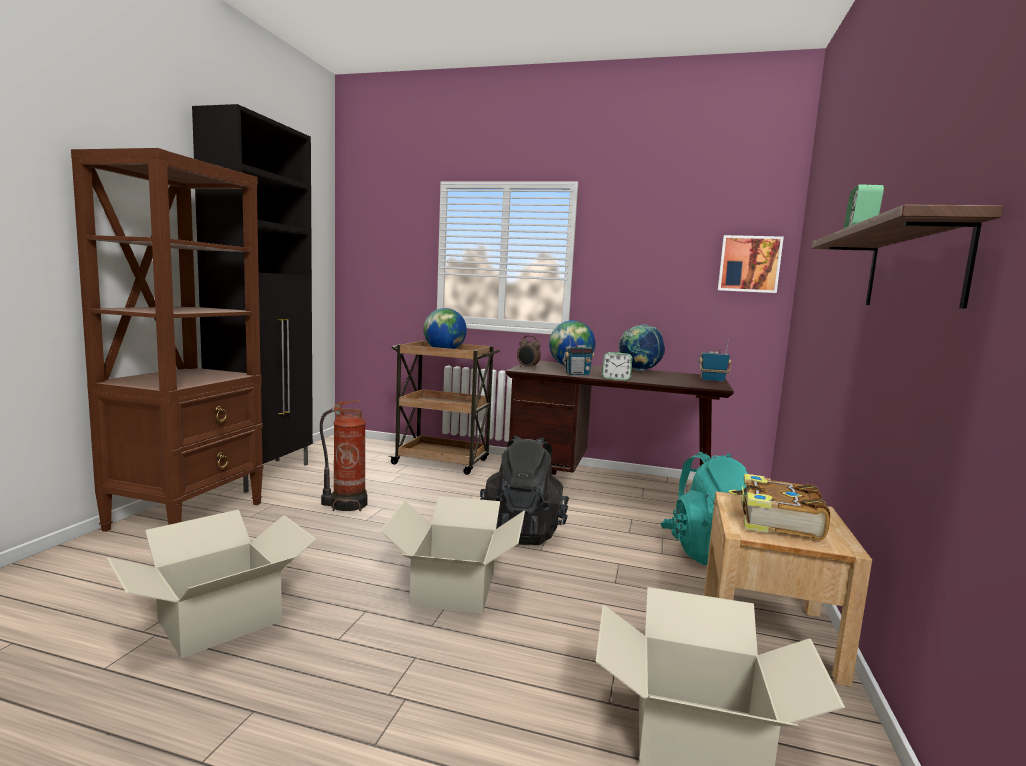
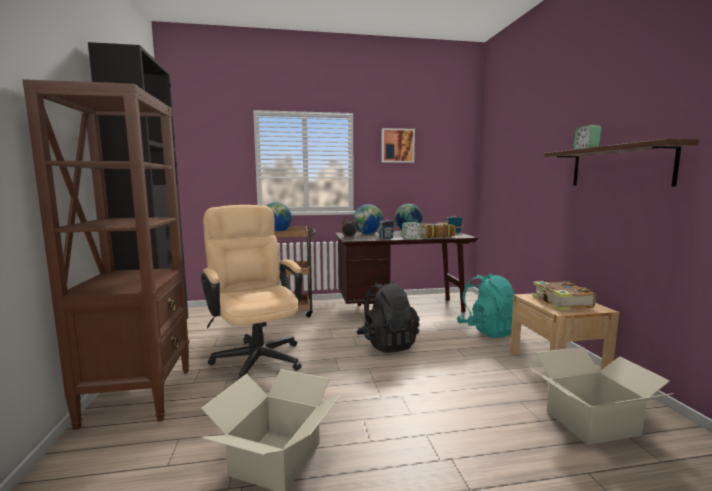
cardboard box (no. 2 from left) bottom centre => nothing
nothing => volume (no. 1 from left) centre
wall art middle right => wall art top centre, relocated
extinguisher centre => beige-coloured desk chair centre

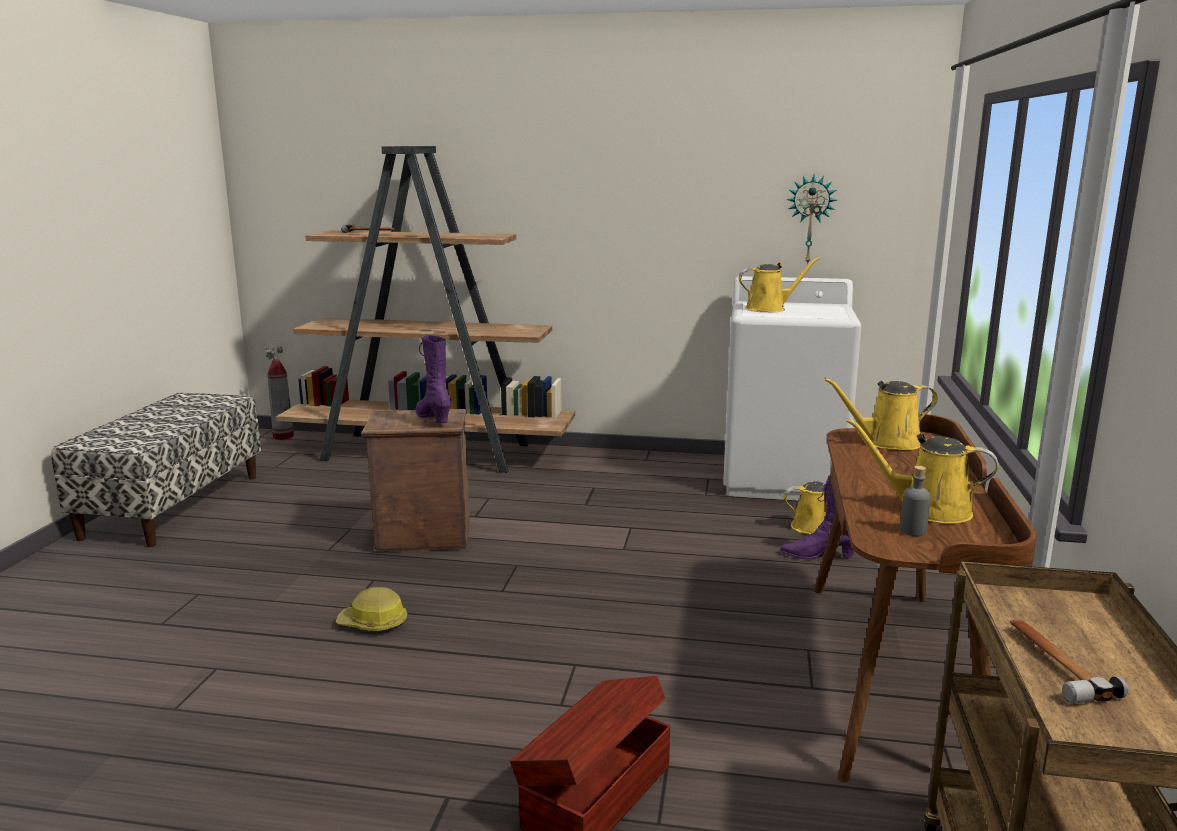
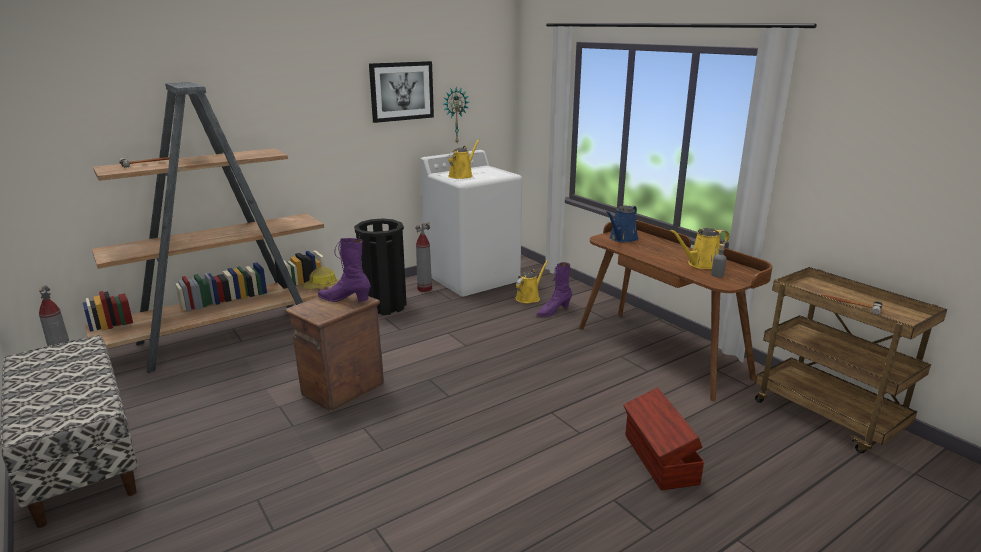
nothing => black trash can centre
nothing => wall art top centre
nothing => extinguisher (no. 2 from left) centre
hard hat bottom left => hard hat middle left, relocated
yellow watering can (no. 3 from left) middle right => bluish watering can centre

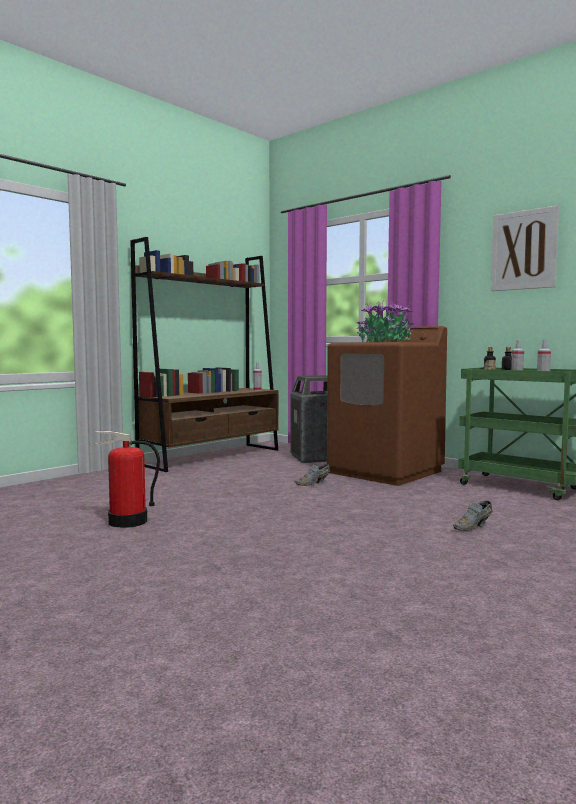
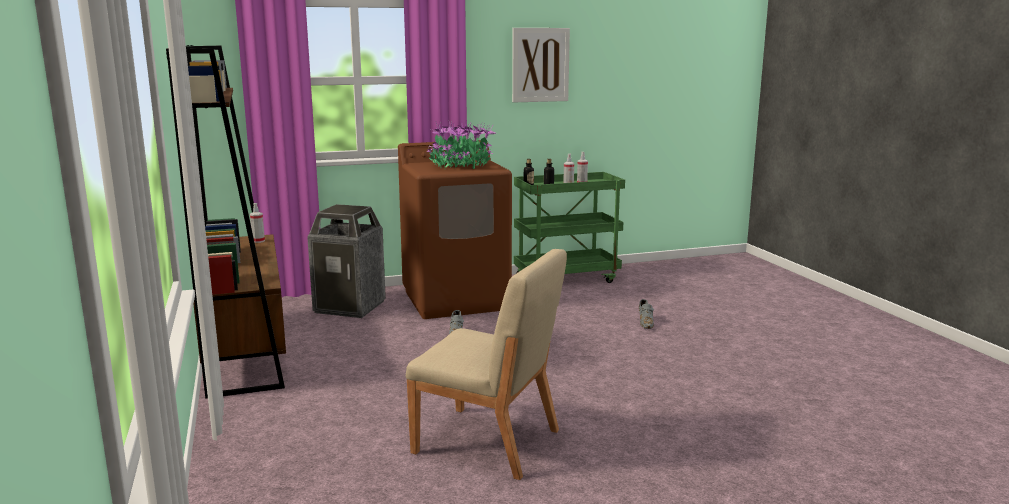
extinguisher middle left => beige-coloured plain chair bottom centre

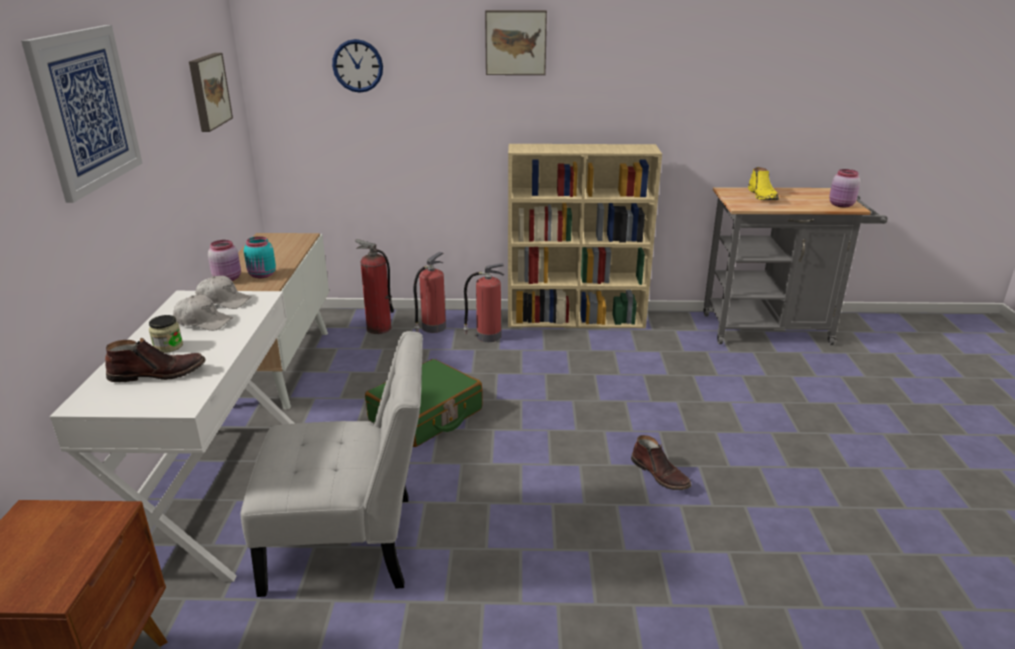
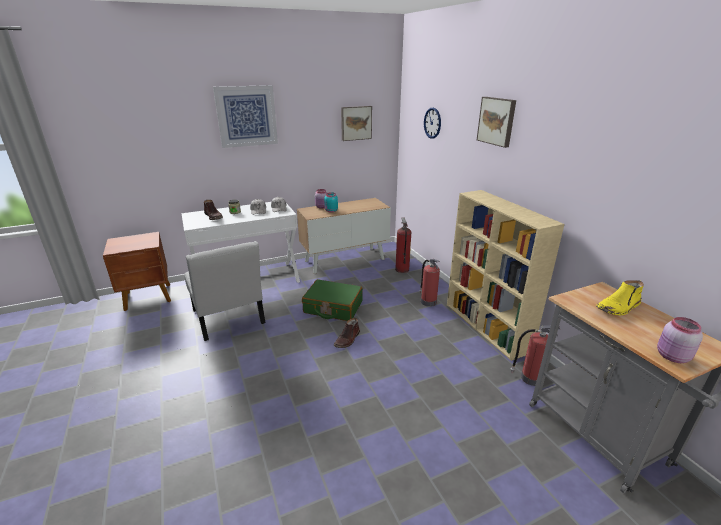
extinguisher (no. 2 from left in the first image) centre => extinguisher (no. 3 from left) bottom right, relocated
brown tall boot (no. 2 from left) bottom centre => brown tall boot (no. 2 from left) centre, relocated

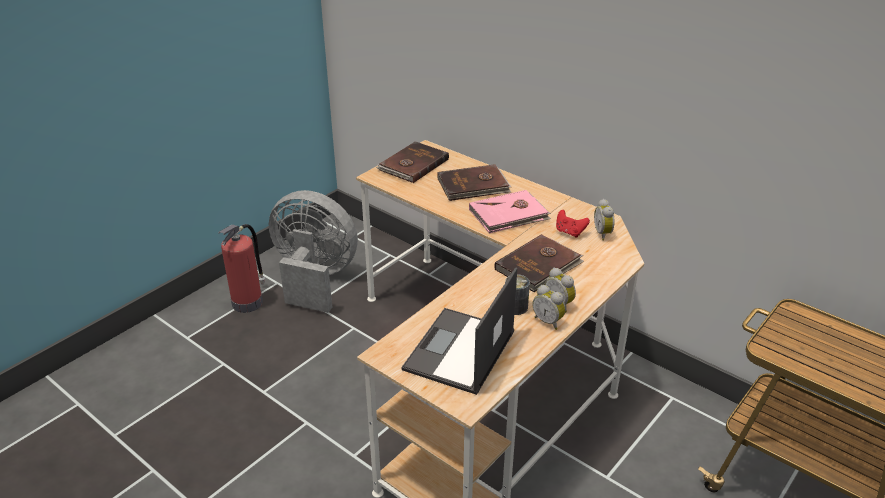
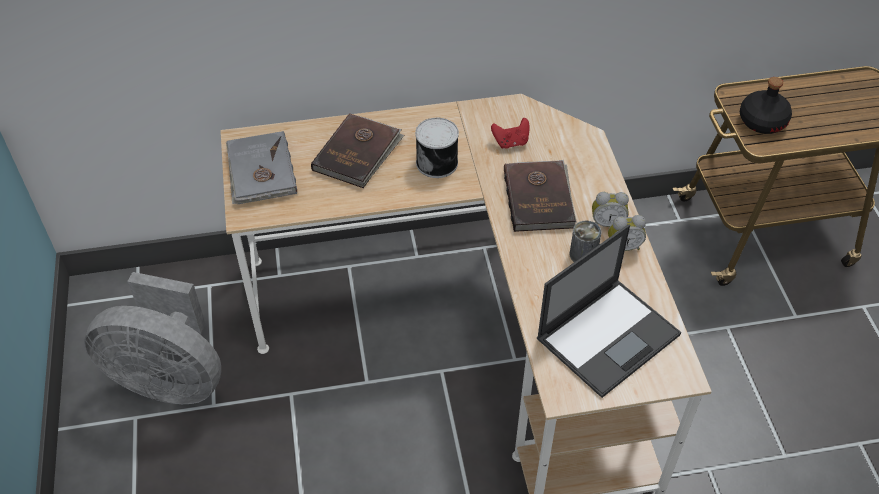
extinguisher middle left => nothing
bedside clock (no. 3 from left) middle right => nothing
nothing => black drink bottle top right
pinkish volume centre => metal can (no. 1 from left) top centre
brown volume (no. 1 from left) top centre => grey volume middle left
grey fan centre => grey fan bottom left, 135 degrees counterclockwise
portable computer centre => portable computer middle right, 105 degrees counterclockwise

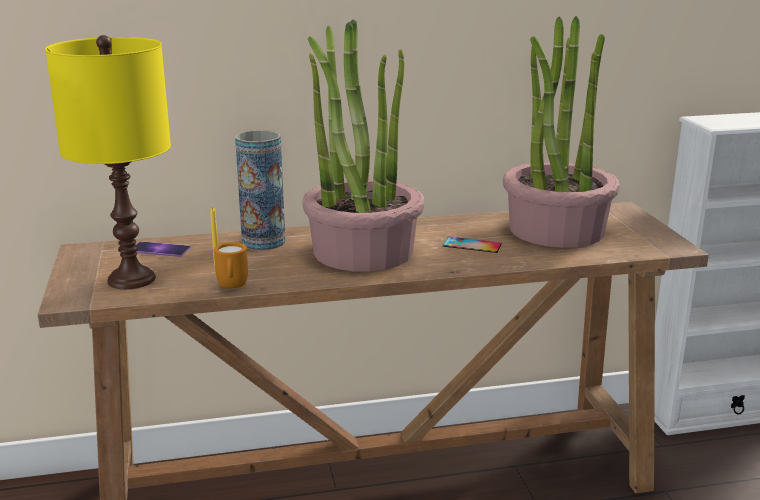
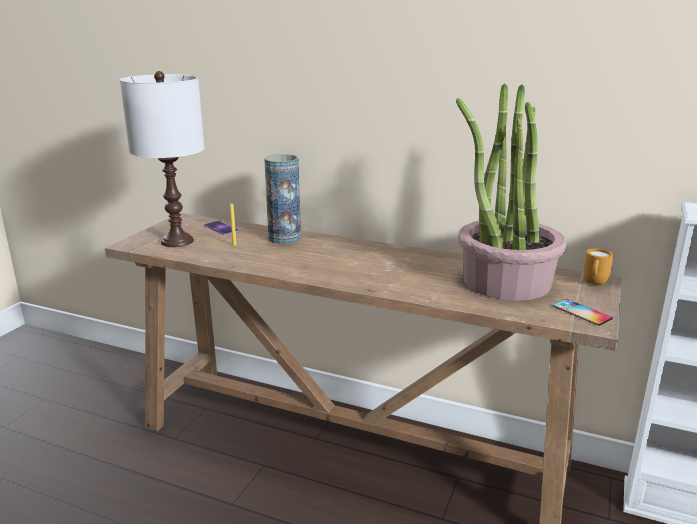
houseplant (no. 1 from left) top centre => nothing
orange-coloured coffee mug middle left => orange-coloured coffee mug middle right, relocated
phone (no. 2 from left) centre => phone (no. 2 from left) middle right, relocated
yellow tabletop lamp top left => white-coloured tabletop lamp top left

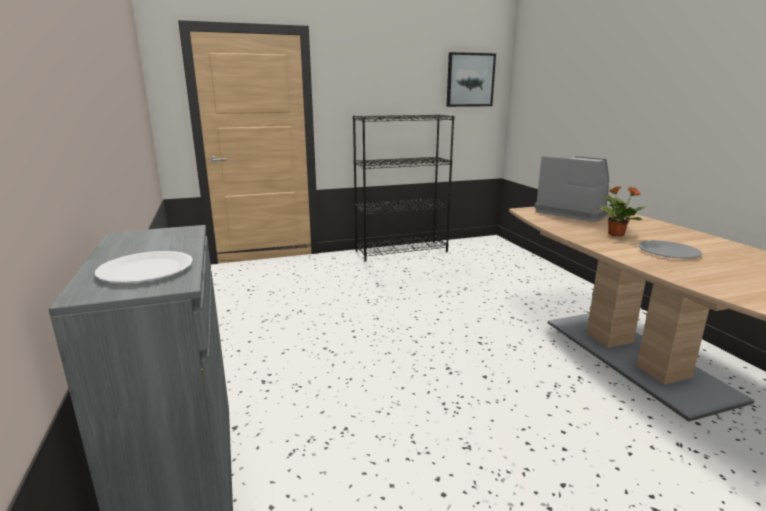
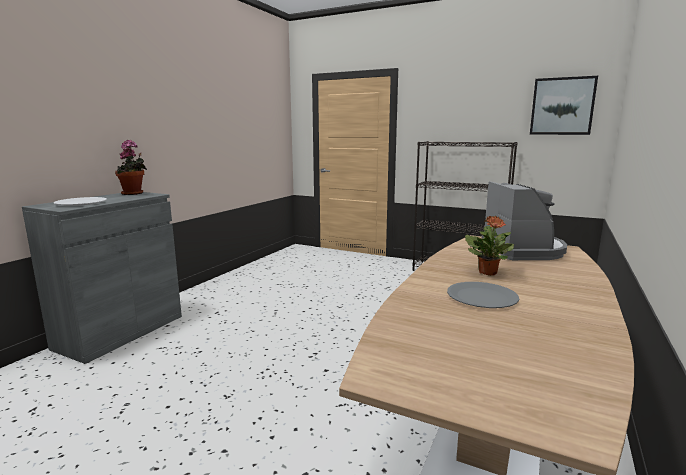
nothing => houseplant (no. 1 from left) middle left

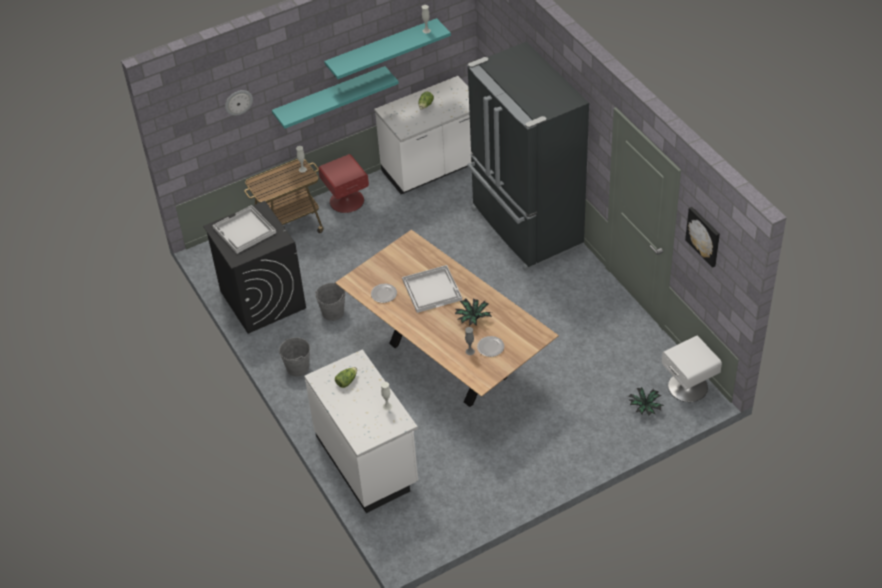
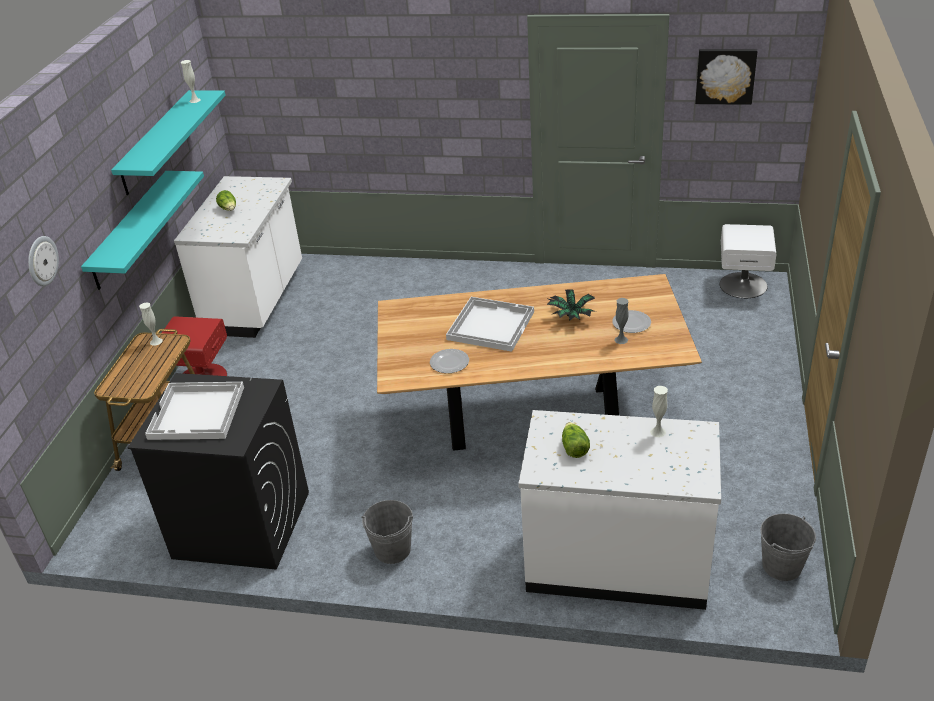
black refrigerator top centre => nothing
houseplant (no. 2 from left) bottom right => nothing
grey pail (no. 2 from left) centre => grey pail (no. 2 from left) bottom right, relocated

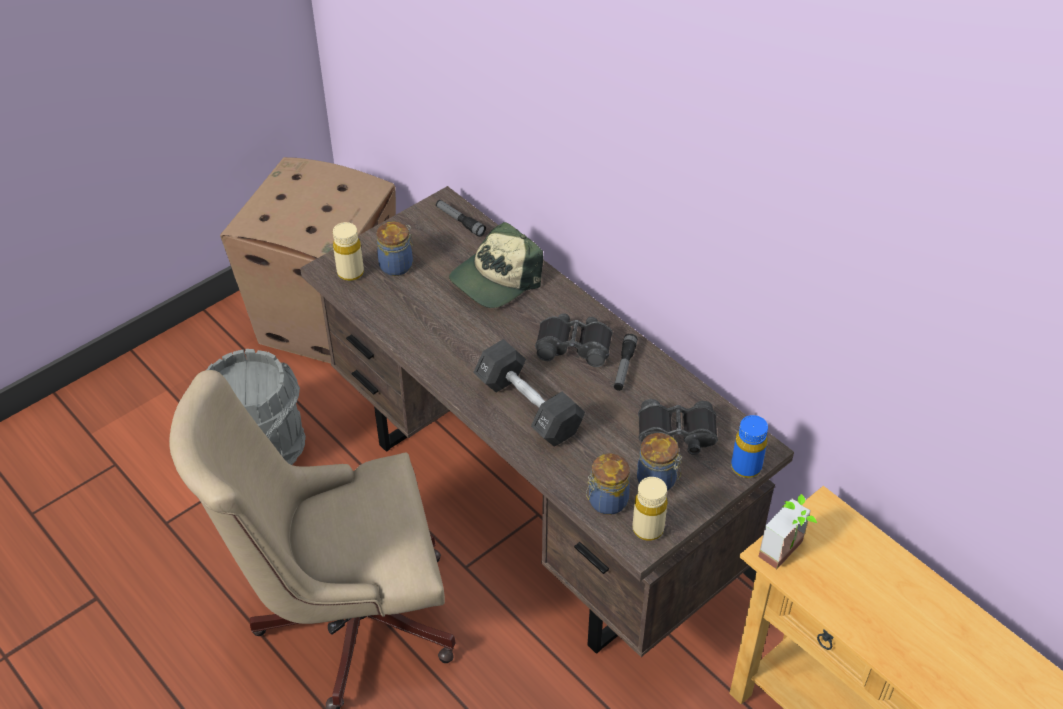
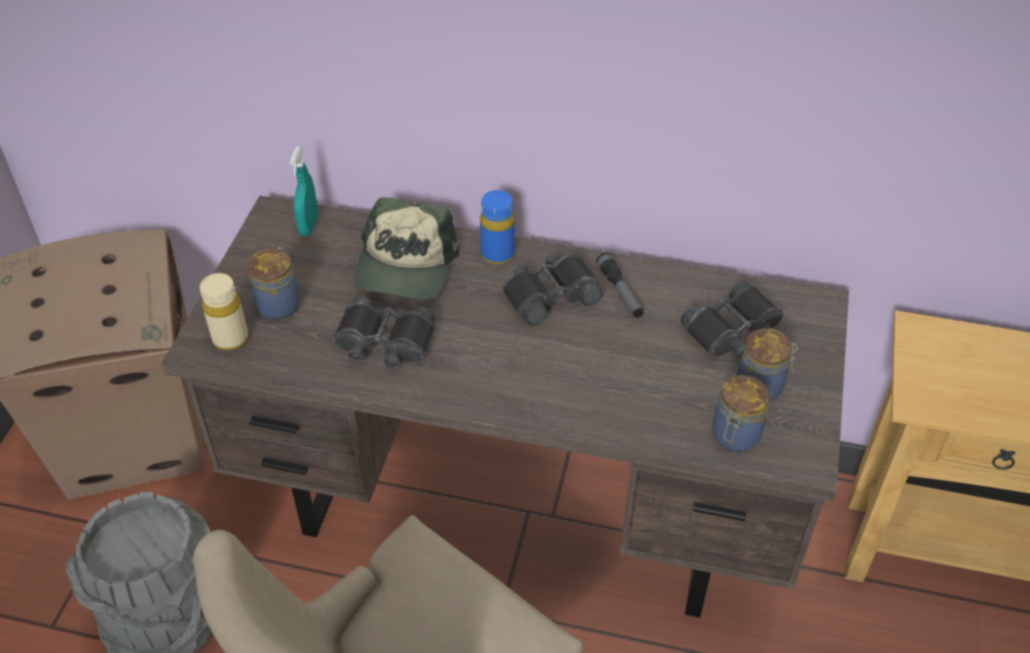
black dumbbell centre => nothing
beige-coloured drink bottle (no. 2 from left) bottom centre => nothing
houseplant bottom right => nothing
nothing => black field glasses (no. 1 from left) centre
bluish drink bottle middle right => bluish drink bottle centre, relocated
hand torch (no. 1 from left) top centre => blue-green spray bottle top left

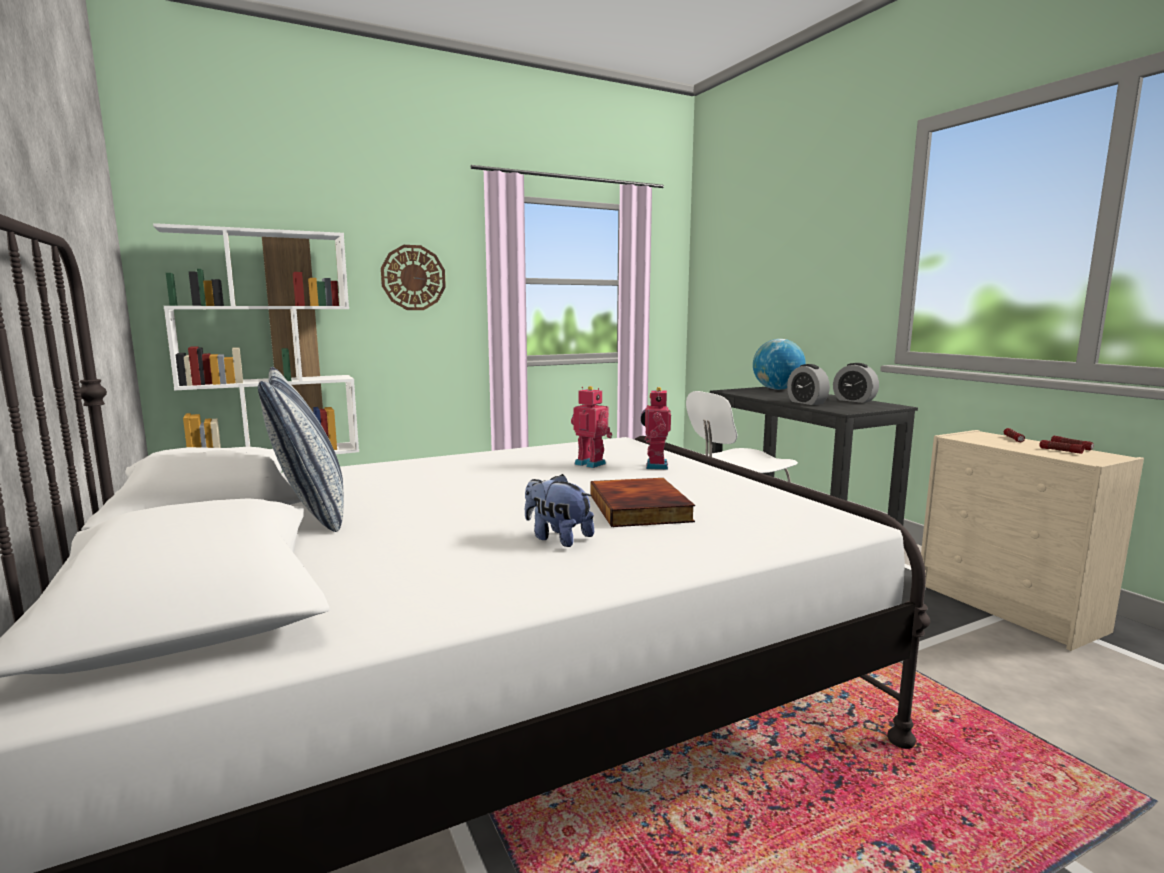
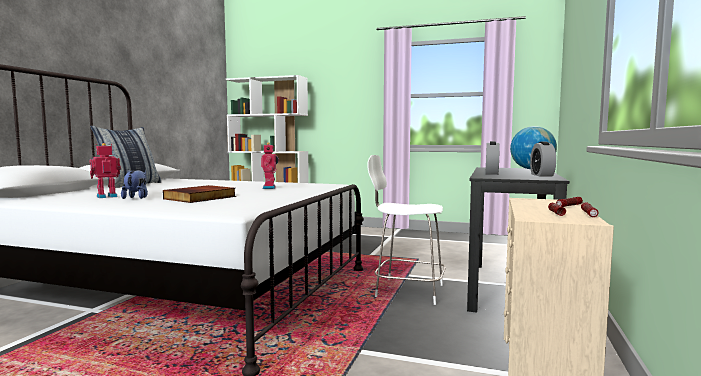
hanging clock top centre => nothing
robot figure (no. 2 from left in the first image) centre => robot figure (no. 1 from left) middle left, relocated

